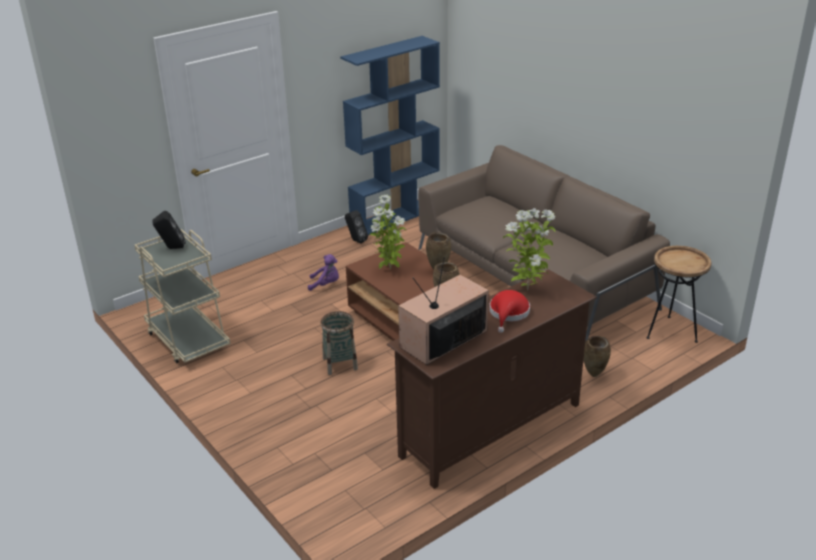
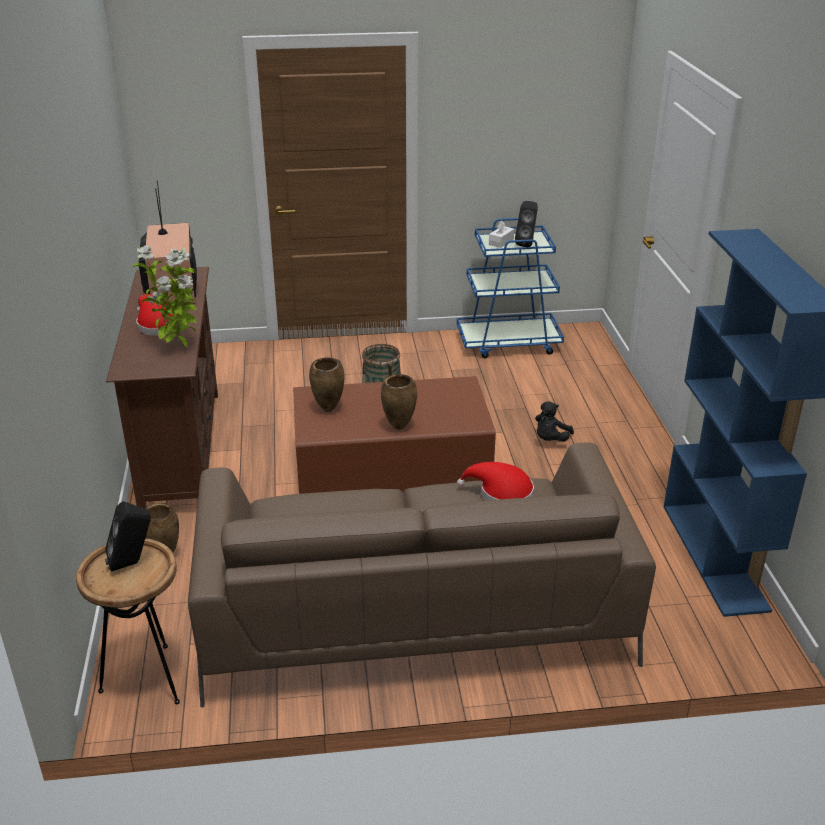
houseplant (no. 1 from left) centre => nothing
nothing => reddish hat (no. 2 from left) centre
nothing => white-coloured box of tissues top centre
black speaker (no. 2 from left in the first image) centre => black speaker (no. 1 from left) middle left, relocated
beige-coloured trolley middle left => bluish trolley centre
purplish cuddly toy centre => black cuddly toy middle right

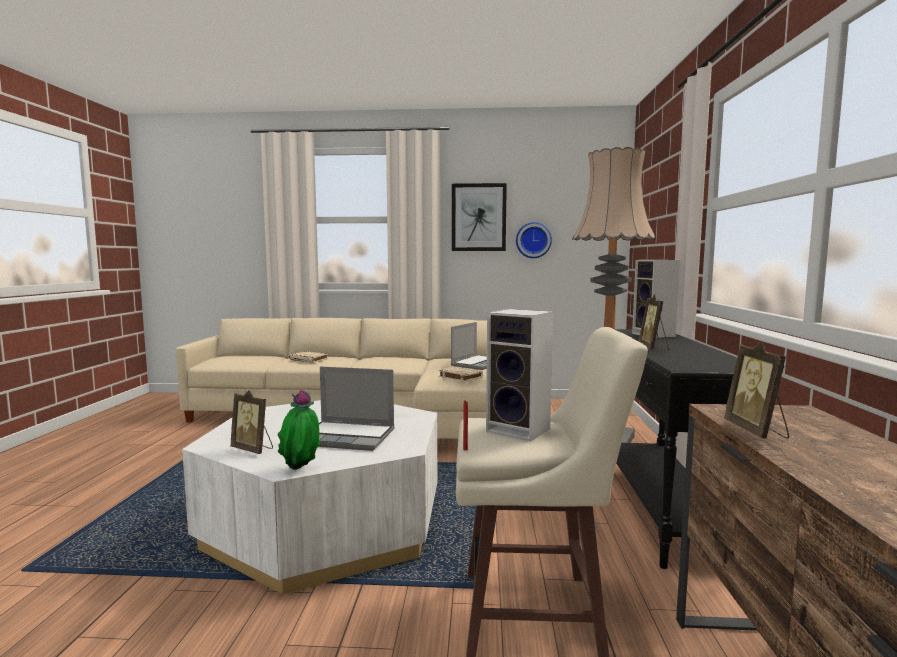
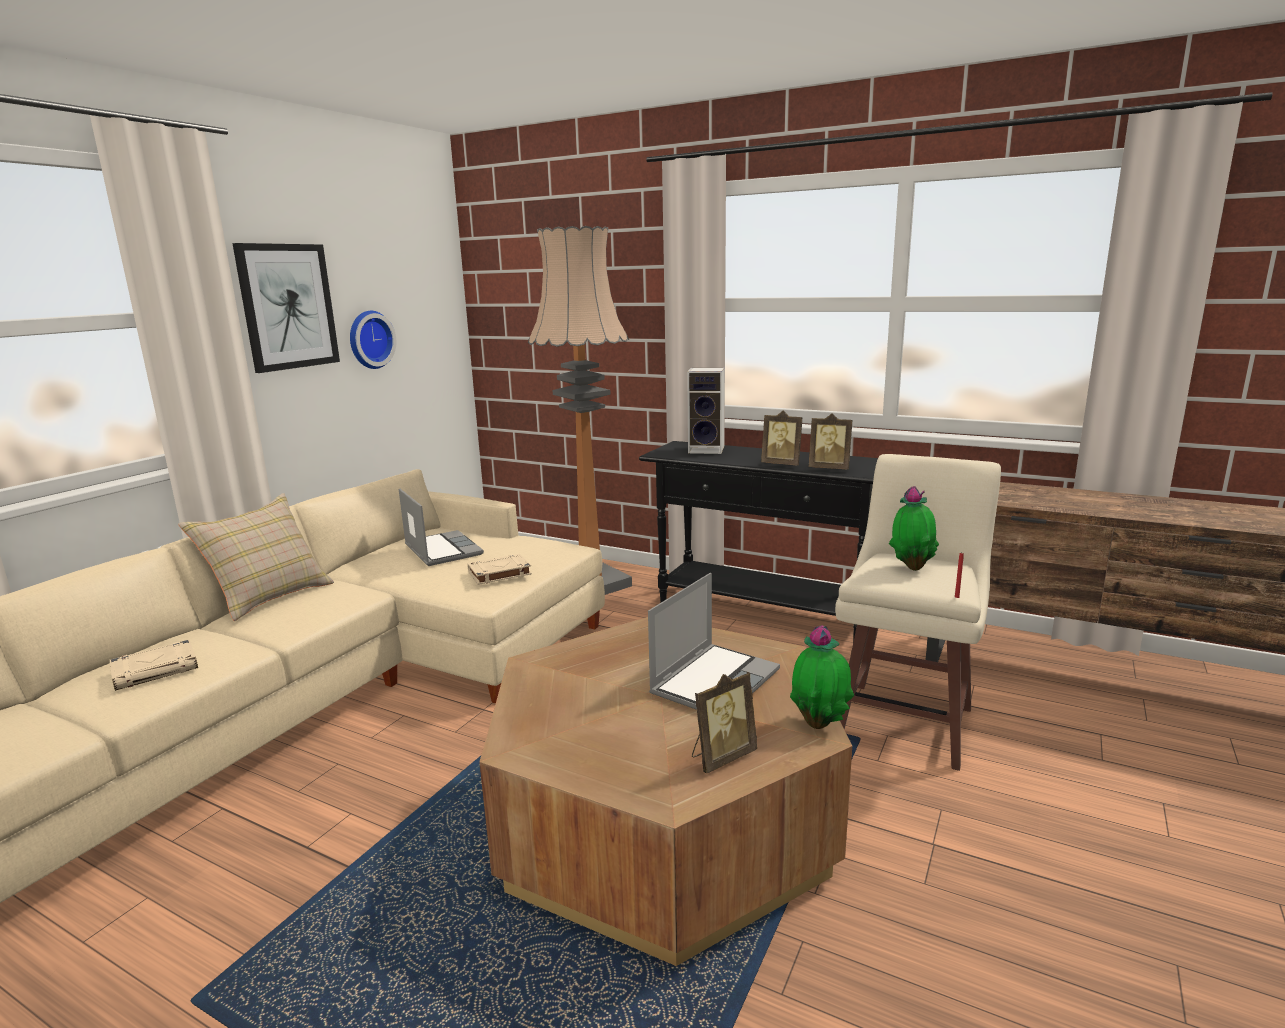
nothing => beige-coloured cushion middle left
standing frame (no. 3 from left) middle right => standing frame (no. 3 from left) centre, relocated
speaker (no. 1 from left) centre => houseplant (no. 2 from left) middle right
white-coloured lounge table bottom centre => brown lounge table bottom centre

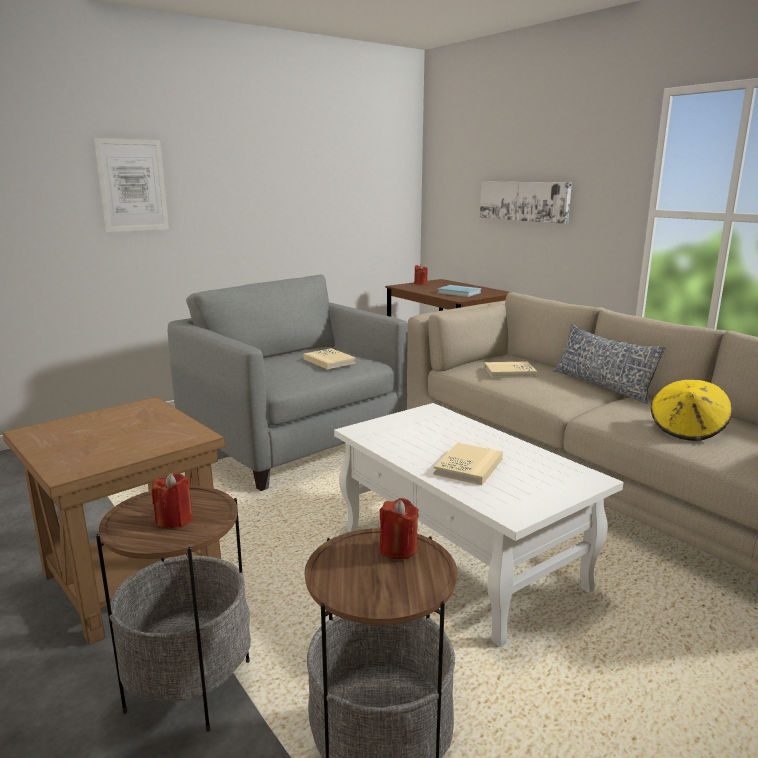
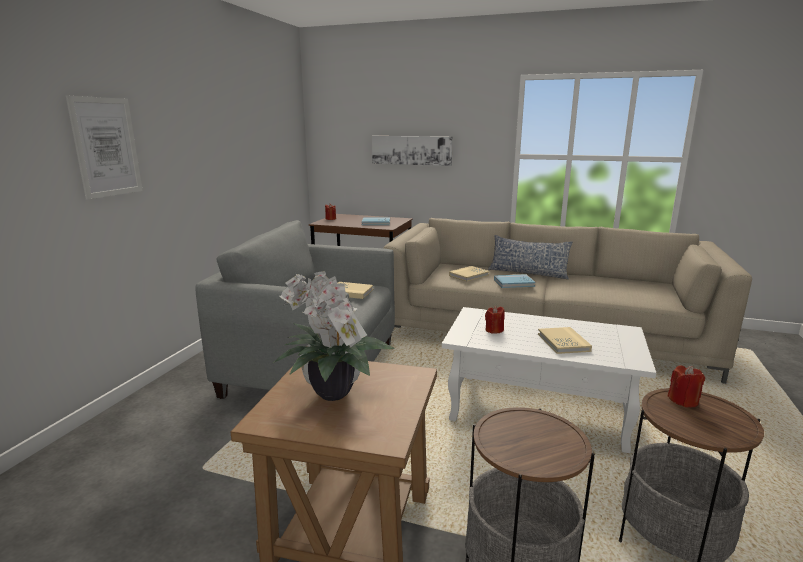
yellow hat middle right => nothing
nothing => houseplant centre
nothing => bluish volume (no. 2 from left) centre
reddish wax candle (no. 1 from left in the first image) middle left => reddish wax candle (no. 2 from left) centre, relocated

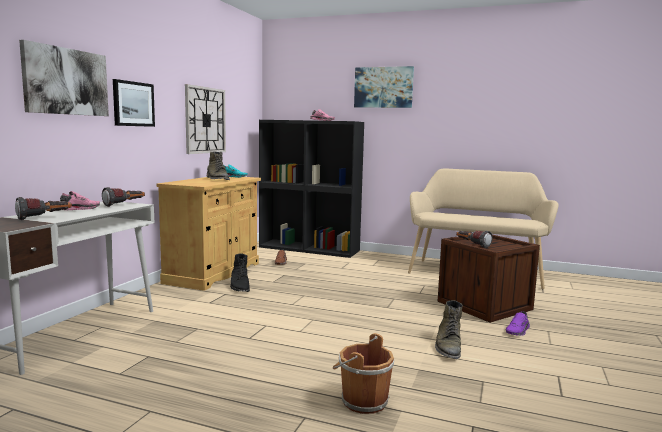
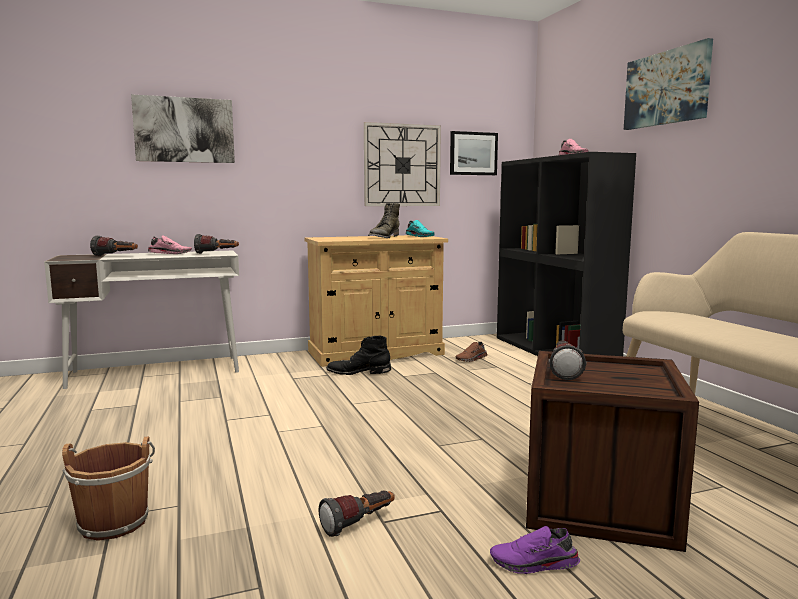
wall art (no. 2 from left) top left => wall art (no. 2 from left) top centre, relocated
green tall boot (no. 2 from left) bottom right => hand torch (no. 3 from left) bottom centre
black tall boot centre, 60 degrees clockwise

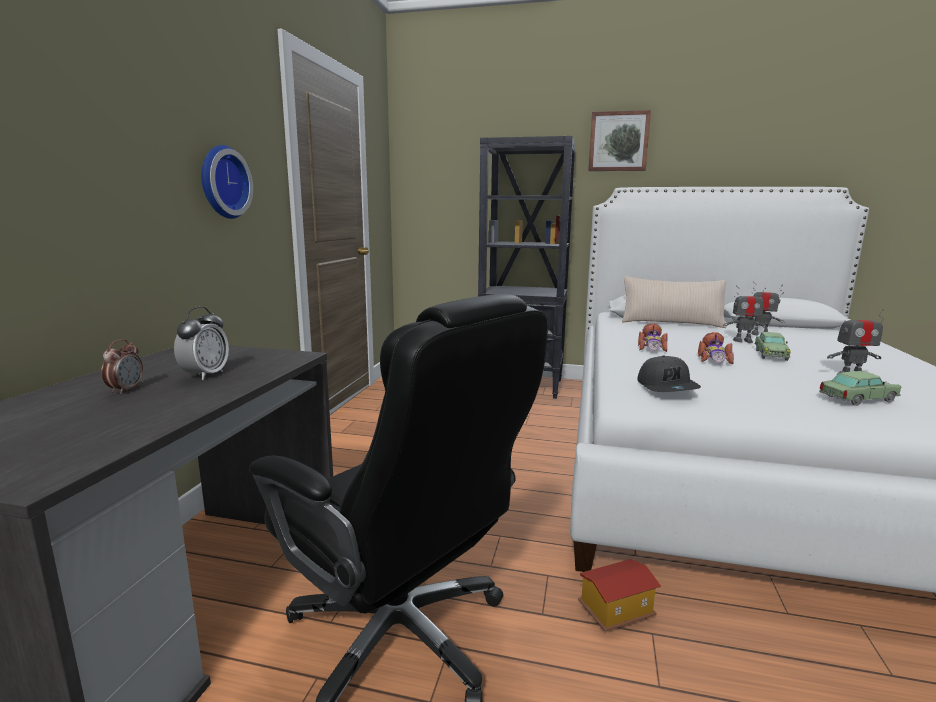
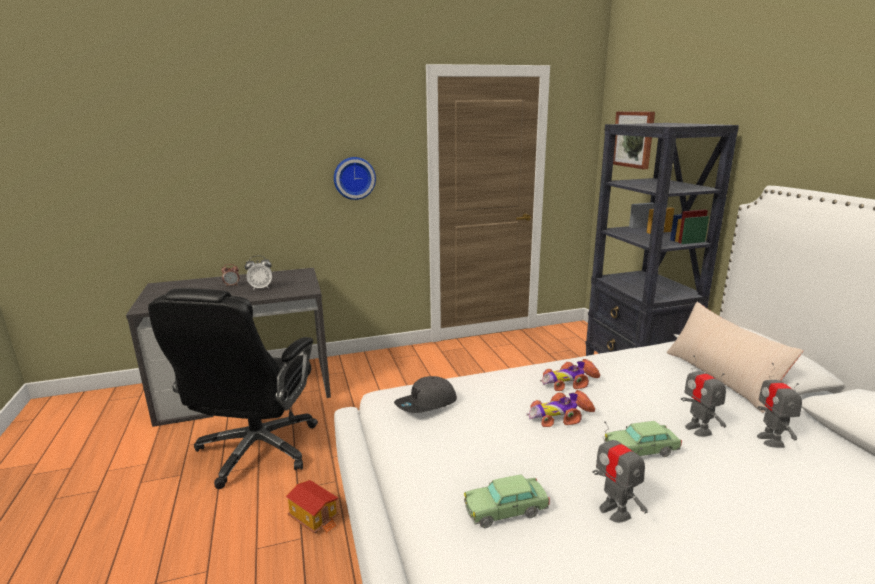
wall art top centre => wall art top right, relocated
toy car (no. 4 from left in the first image) middle right => toy car (no. 1 from left) bottom centre, 120 degrees clockwise

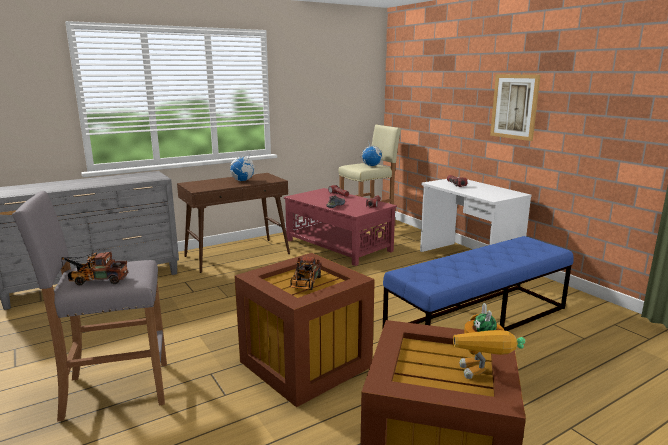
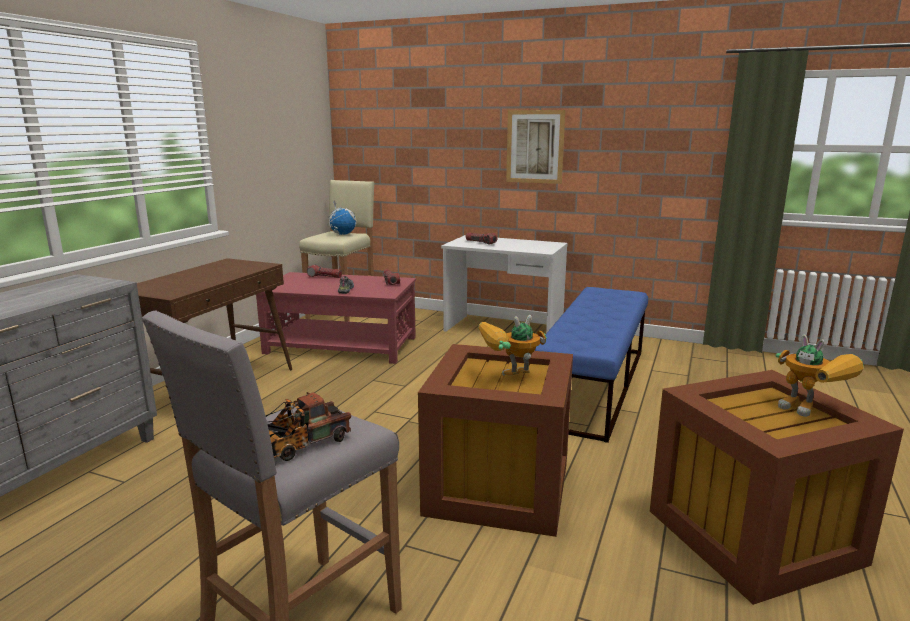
globe (no. 1 from left) centre => nothing
toy lorry (no. 2 from left) centre => robot figure (no. 1 from left) centre

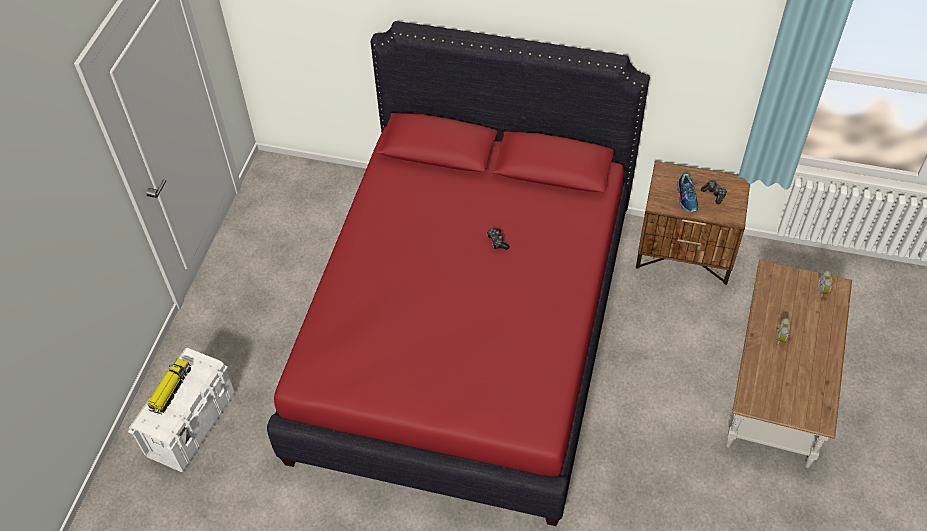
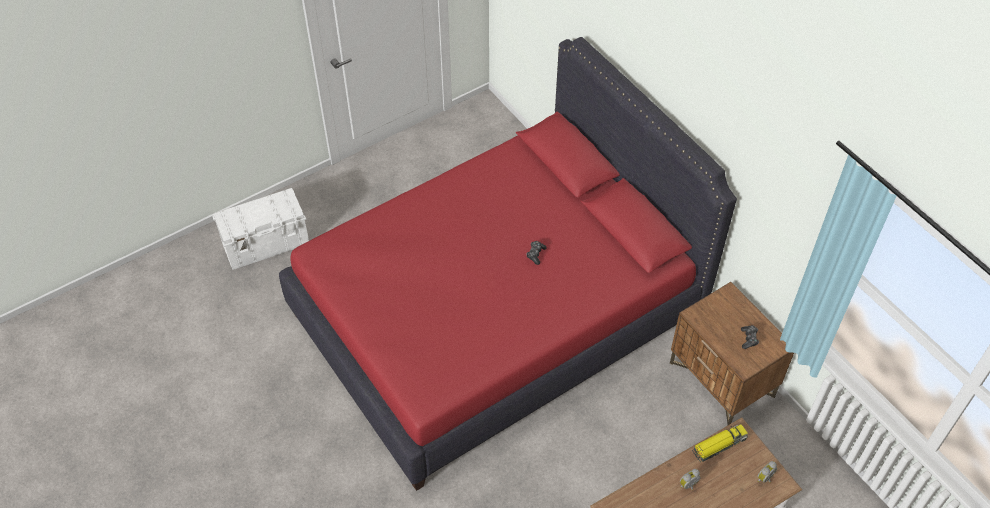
item of footwear middle right => nothing
toy lorry bottom left => toy lorry bottom right, relocated

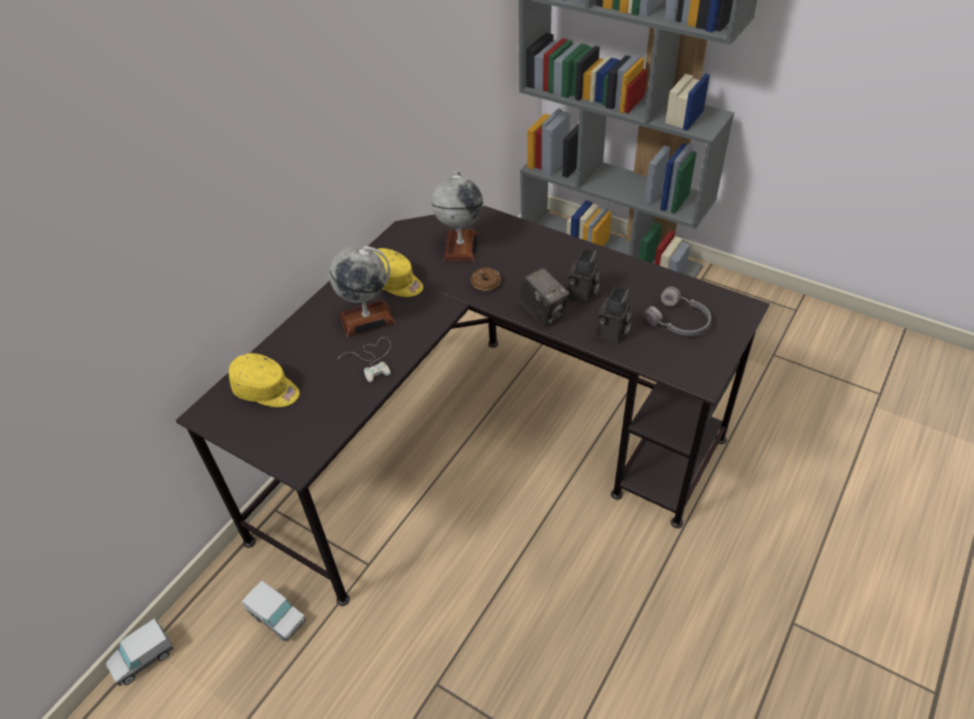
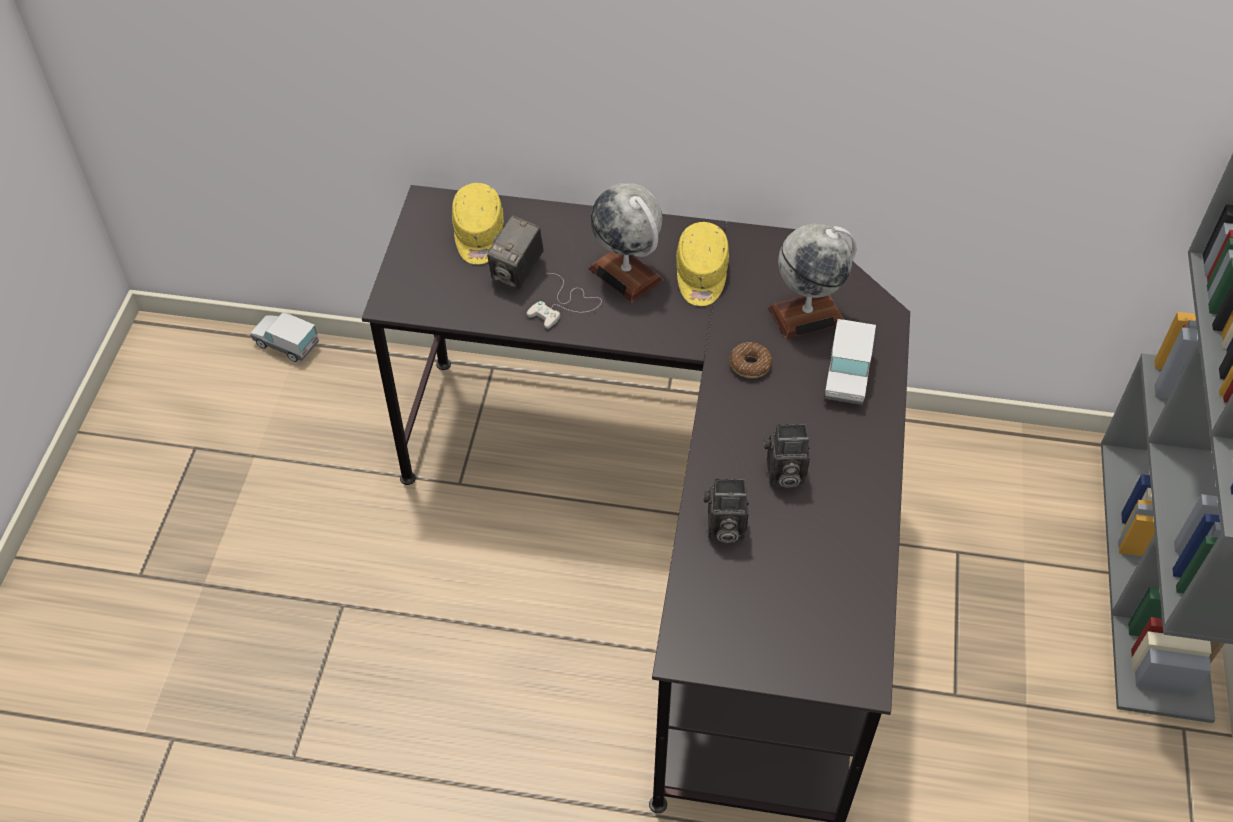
grey pair of headphones middle right => nothing
toy lorry (no. 2 from left) bottom left => toy lorry (no. 2 from left) middle right, relocated
still camera (no. 1 from left) centre => still camera (no. 1 from left) top centre, relocated

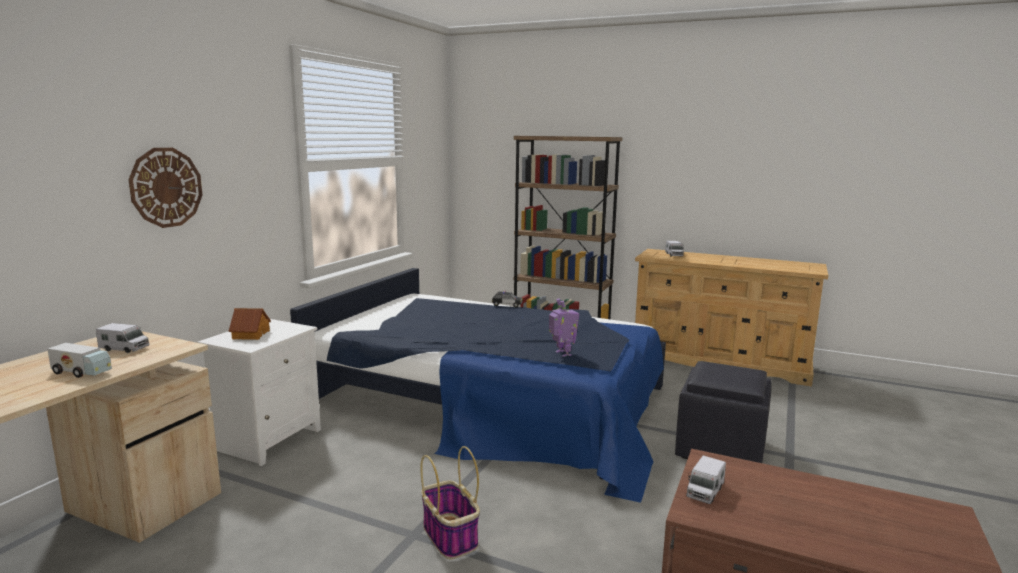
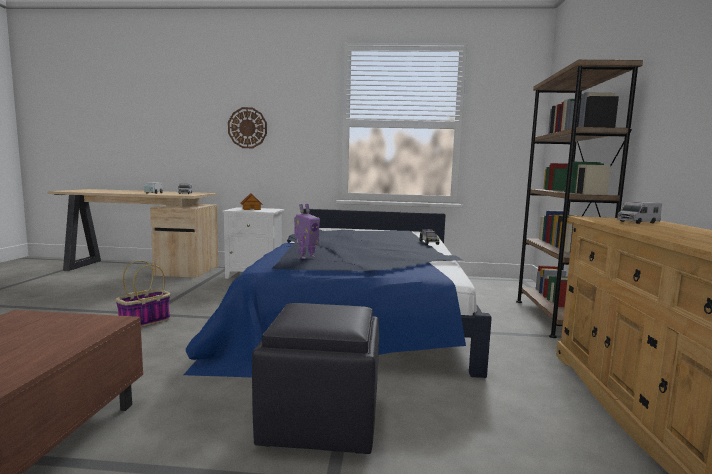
toy lorry (no. 4 from left) bottom right => nothing

